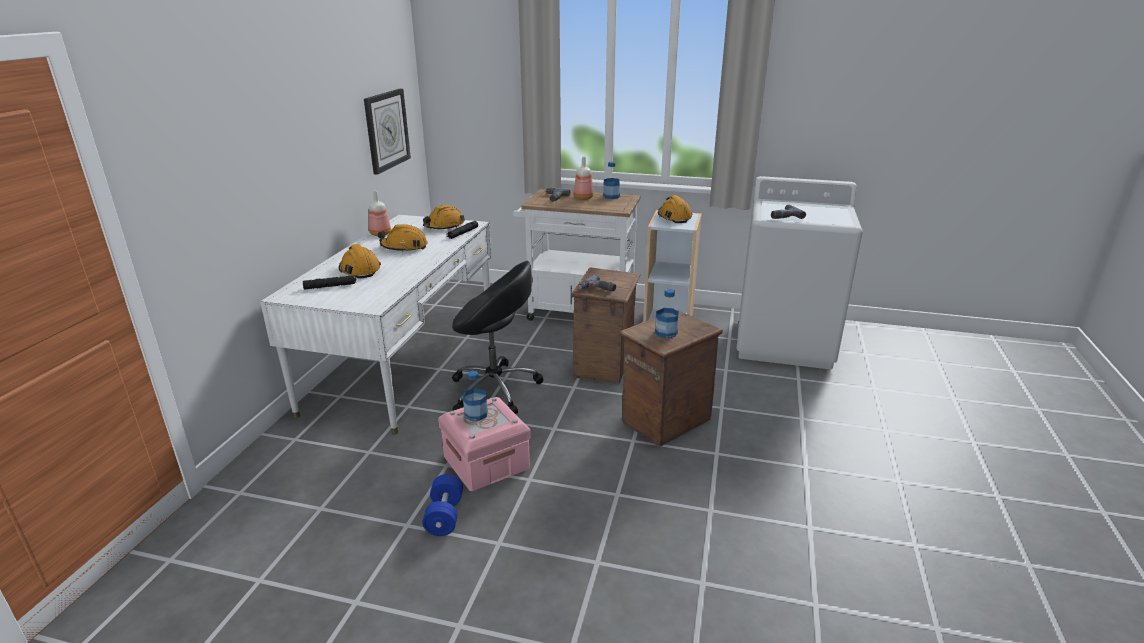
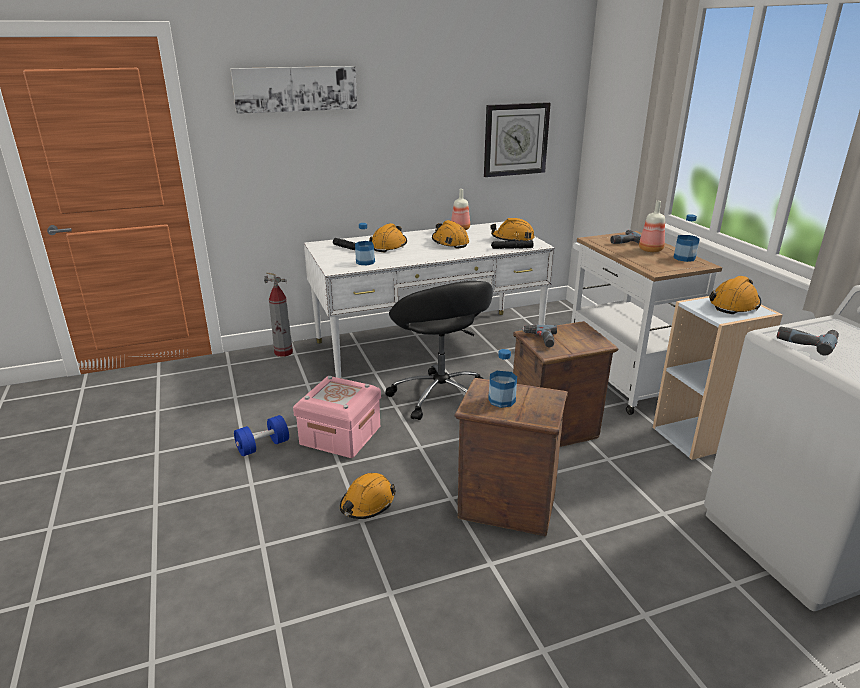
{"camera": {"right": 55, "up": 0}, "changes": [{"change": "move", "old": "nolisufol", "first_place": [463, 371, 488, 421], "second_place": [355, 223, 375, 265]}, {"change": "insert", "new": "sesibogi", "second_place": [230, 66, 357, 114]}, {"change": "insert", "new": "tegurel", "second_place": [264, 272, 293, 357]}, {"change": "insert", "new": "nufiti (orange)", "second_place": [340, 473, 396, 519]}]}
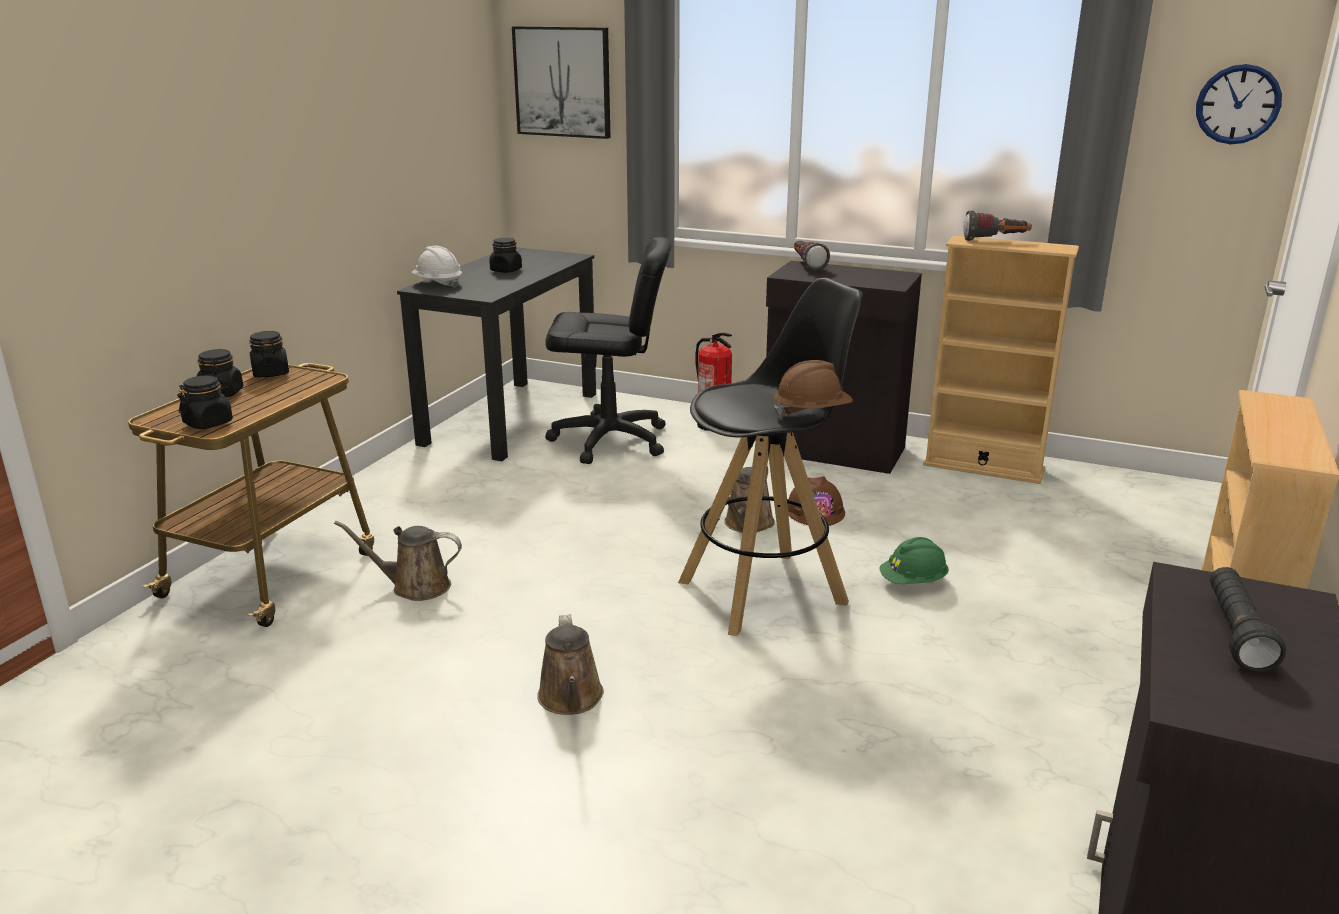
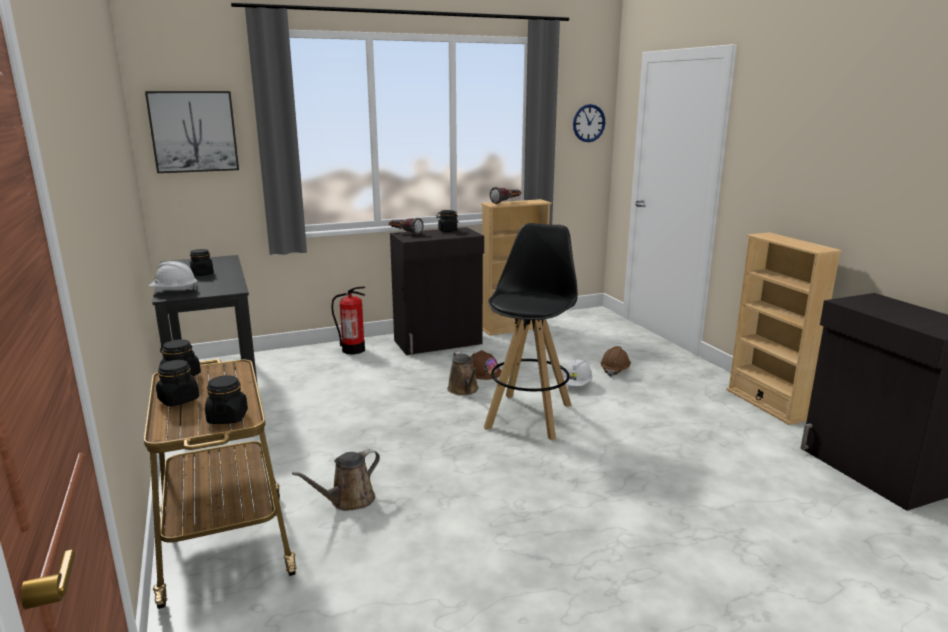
{"camera": {"right": -45, "up": -5}, "changes": [{"change": "delete", "old": "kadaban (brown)", "first_place": [537, 614, 604, 715]}, {"change": "delete", "old": "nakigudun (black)", "first_place": [545, 237, 671, 464]}, {"change": "move", "old": "nufiti (brown)", "first_place": [774, 360, 853, 417], "second_place": [601, 346, 631, 377]}, {"change": "recolor", "old": "nufiti (green)", "new": "nufiti (white)", "first_place": [880, 537, 949, 584], "second_place": [563, 359, 593, 386]}, {"change": "delete", "old": "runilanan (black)", "first_place": [1210, 567, 1286, 672]}, {"change": "insert", "new": "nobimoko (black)", "second_place": [436, 210, 459, 232]}]}
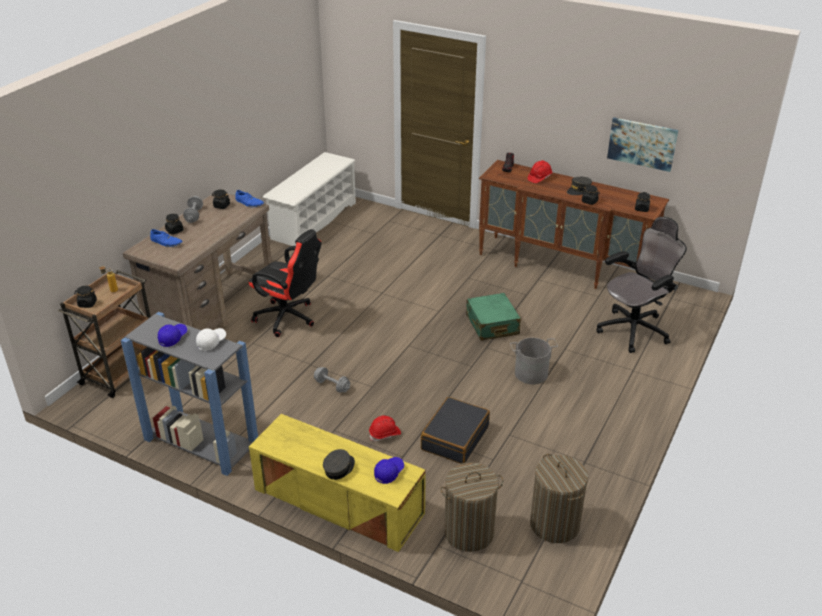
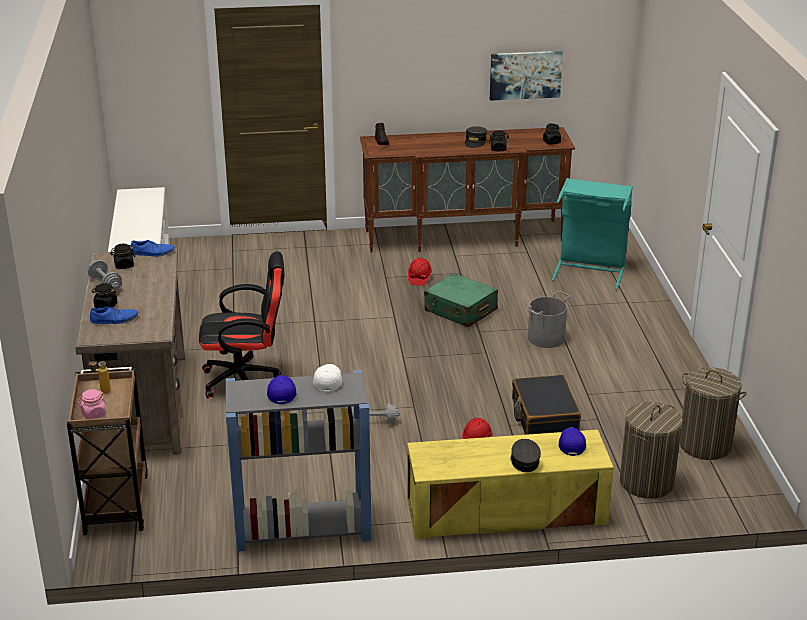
{"camera": {"right": -35, "up": -5}, "changes": [{"change": "recolor", "old": "nobimoko (black)", "new": "nobimoko (pink)", "first_place": [74, 286, 97, 308], "second_place": [78, 389, 107, 419]}, {"change": "move", "old": "nufiti (red)", "first_place": [528, 161, 552, 183], "second_place": [408, 258, 432, 286]}, {"change": "replace", "old": "nakigudun", "new": "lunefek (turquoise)", "first_place": [597, 217, 687, 353], "second_place": [552, 178, 633, 290]}]}
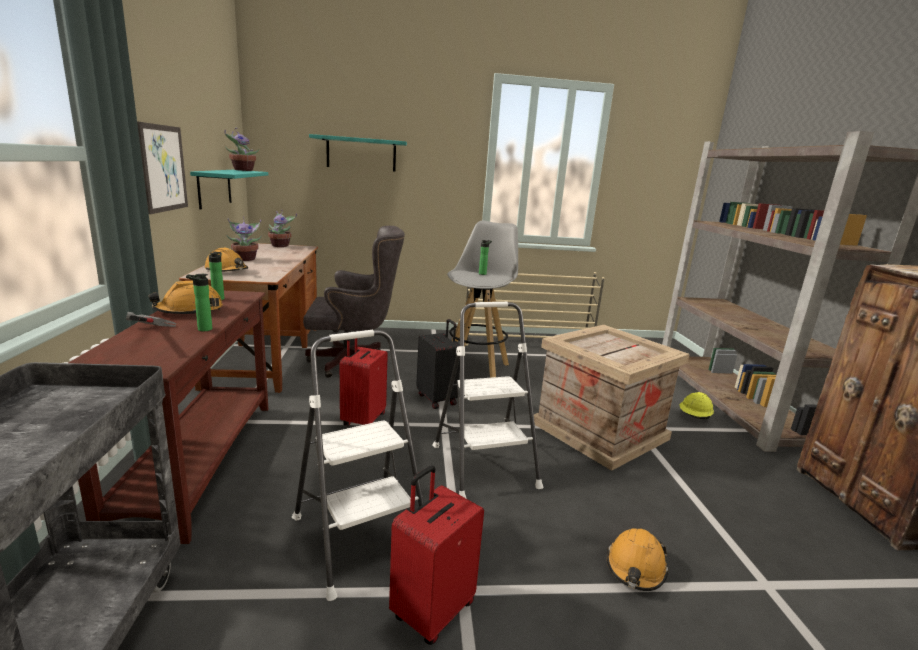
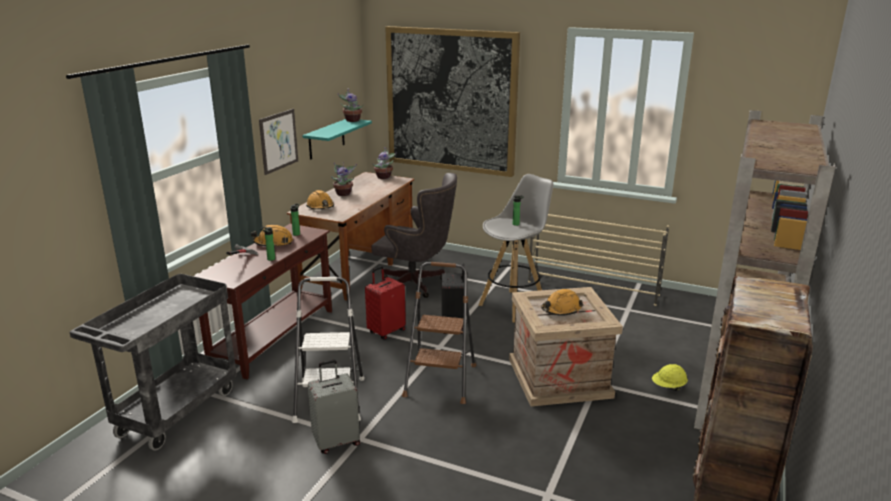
{"camera": {"right": 30, "up": 5}, "changes": [{"change": "replace", "old": "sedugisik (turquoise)", "new": "sesibogi", "first_place": [309, 134, 407, 172], "second_place": [385, 26, 520, 177]}, {"change": "recolor", "old": "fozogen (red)", "new": "fozogen (grey)", "first_place": [389, 465, 484, 645], "second_place": [308, 360, 360, 454]}, {"change": "recolor", "old": "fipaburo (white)", "new": "fipaburo (brown)", "first_place": [432, 302, 544, 499], "second_place": [402, 262, 476, 404]}, {"change": "move", "old": "nufiti (orange)", "first_place": [607, 528, 668, 591], "second_place": [541, 289, 583, 316]}]}
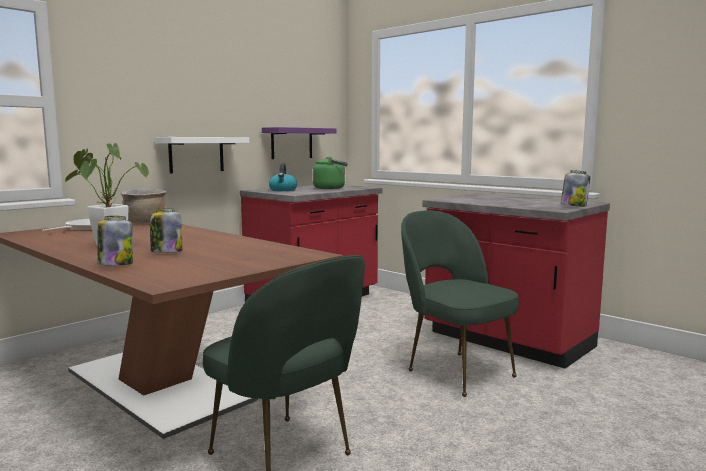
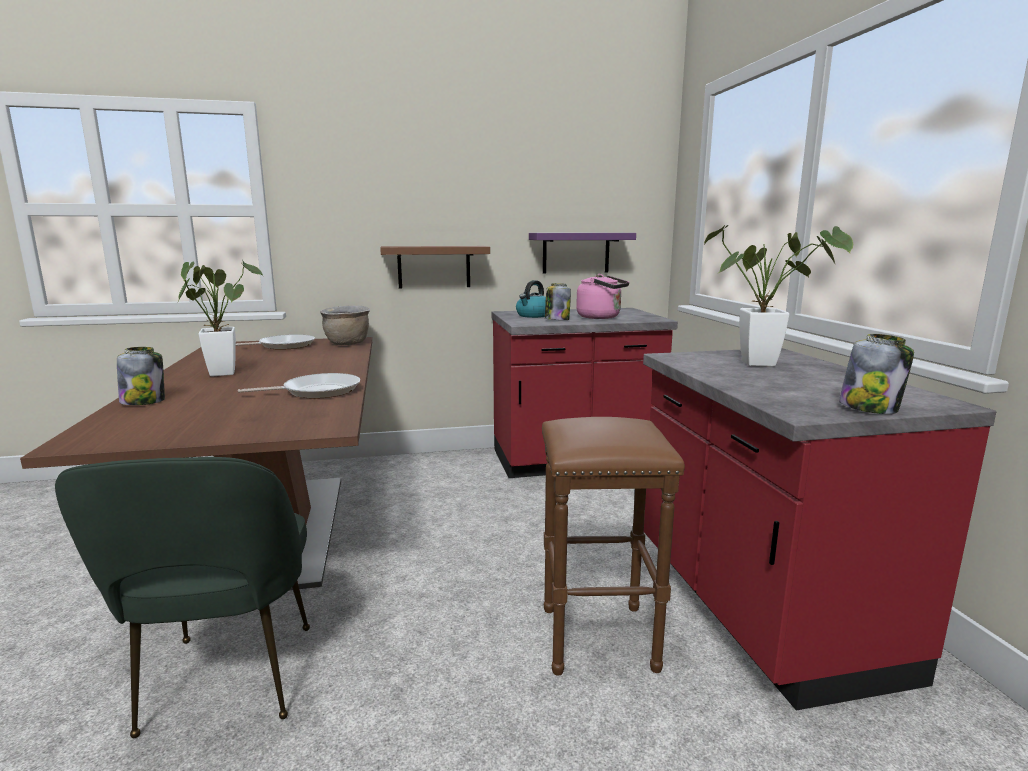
{"camera": {"right": 35, "up": 5}, "changes": [{"change": "move", "old": "nobimoko", "first_place": [150, 209, 182, 253], "second_place": [545, 283, 571, 320]}, {"change": "recolor", "old": "sedugisik (white)", "new": "sedugisik (brown)", "first_place": [155, 137, 249, 173], "second_place": [380, 246, 490, 288]}, {"change": "recolor", "old": "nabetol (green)", "new": "nabetol (pink)", "first_place": [313, 157, 348, 189], "second_place": [576, 274, 629, 319]}, {"change": "replace", "old": "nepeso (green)", "new": "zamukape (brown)", "first_place": [401, 210, 519, 397], "second_place": [542, 417, 685, 676]}, {"change": "insert", "new": "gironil", "second_place": [238, 373, 360, 399]}, {"change": "insert", "new": "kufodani", "second_place": [704, 225, 853, 367]}]}
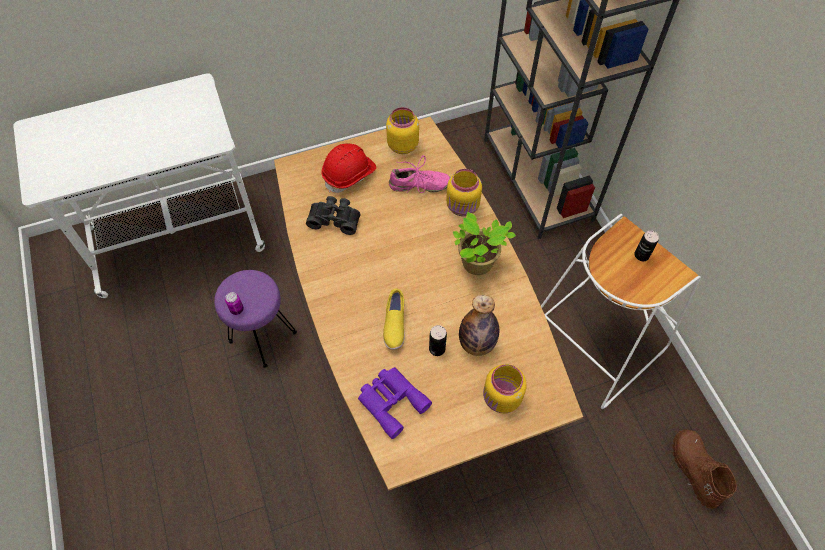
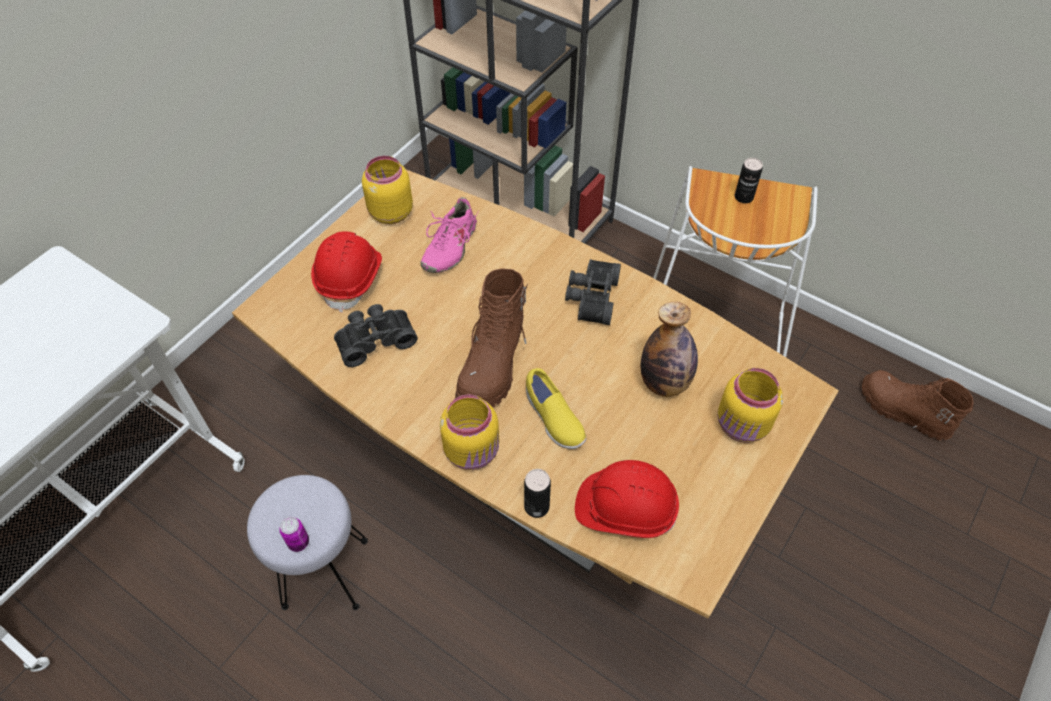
{"camera": {"right": -35, "up": -5}, "changes": [{"change": "recolor", "old": "zamukape (purple)", "new": "zamukape (grey)", "first_place": [214, 270, 297, 368], "second_place": [247, 475, 368, 610]}, {"change": "replace", "old": "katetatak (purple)", "new": "nufiti (red)", "first_place": [358, 367, 432, 439], "second_place": [575, 460, 679, 538]}, {"change": "rotate", "old": "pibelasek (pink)", "first_place": [389, 155, 450, 193], "second_place": [420, 197, 479, 273], "degrees": 150}, {"change": "move", "old": "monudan", "first_place": [429, 325, 447, 356], "second_place": [524, 469, 551, 518]}, {"change": "move", "old": "nobimoko (yellow)", "first_place": [446, 169, 482, 216], "second_place": [440, 394, 499, 470]}, {"change": "replace", "old": "kufodani", "new": "katetatak (black)", "first_place": [453, 212, 516, 275], "second_place": [565, 259, 621, 325]}, {"change": "insert", "new": "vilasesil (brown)", "second_place": [455, 268, 528, 408]}]}
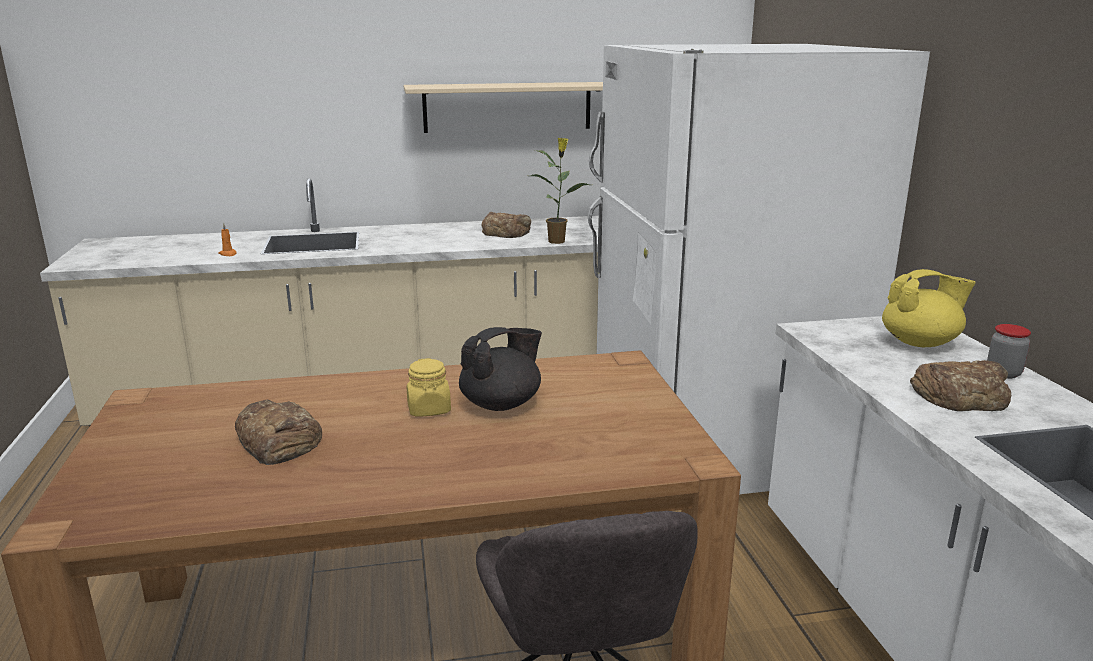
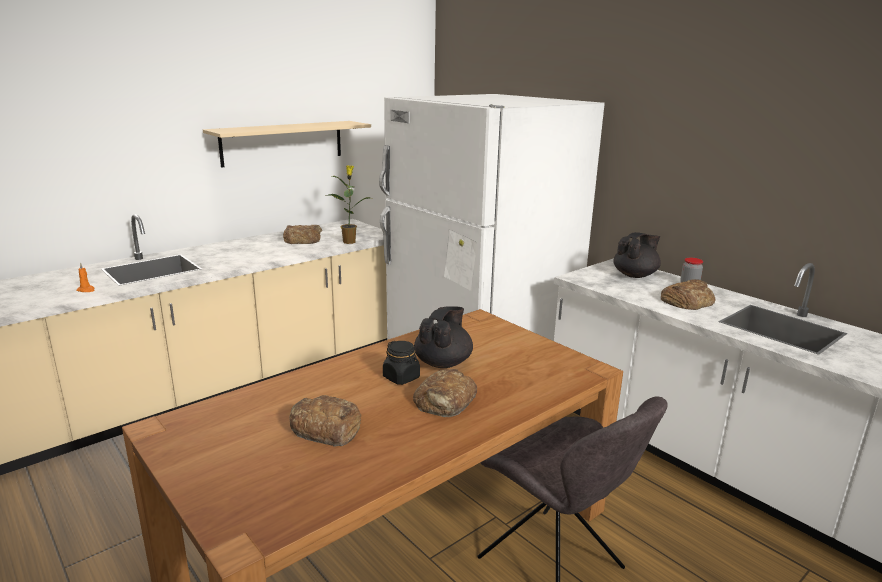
{"camera": {"right": -30, "up": 0}, "changes": [{"change": "recolor", "old": "nobimoko (yellow)", "new": "nobimoko (black)", "first_place": [407, 358, 451, 417], "second_place": [383, 341, 420, 385]}, {"change": "recolor", "old": "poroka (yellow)", "new": "poroka (black)", "first_place": [882, 269, 976, 347], "second_place": [613, 232, 661, 278]}, {"change": "insert", "new": "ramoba", "second_place": [413, 369, 477, 417]}]}
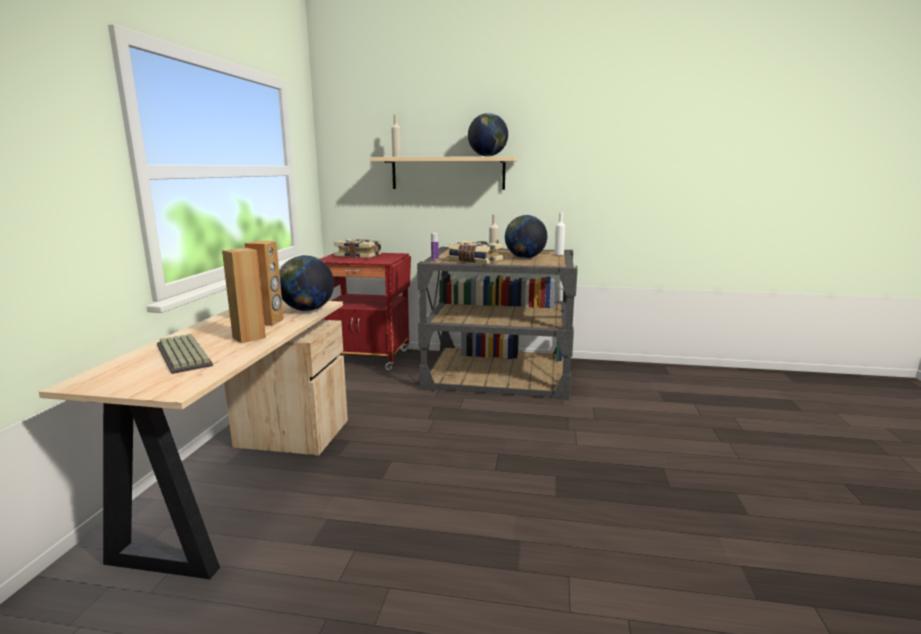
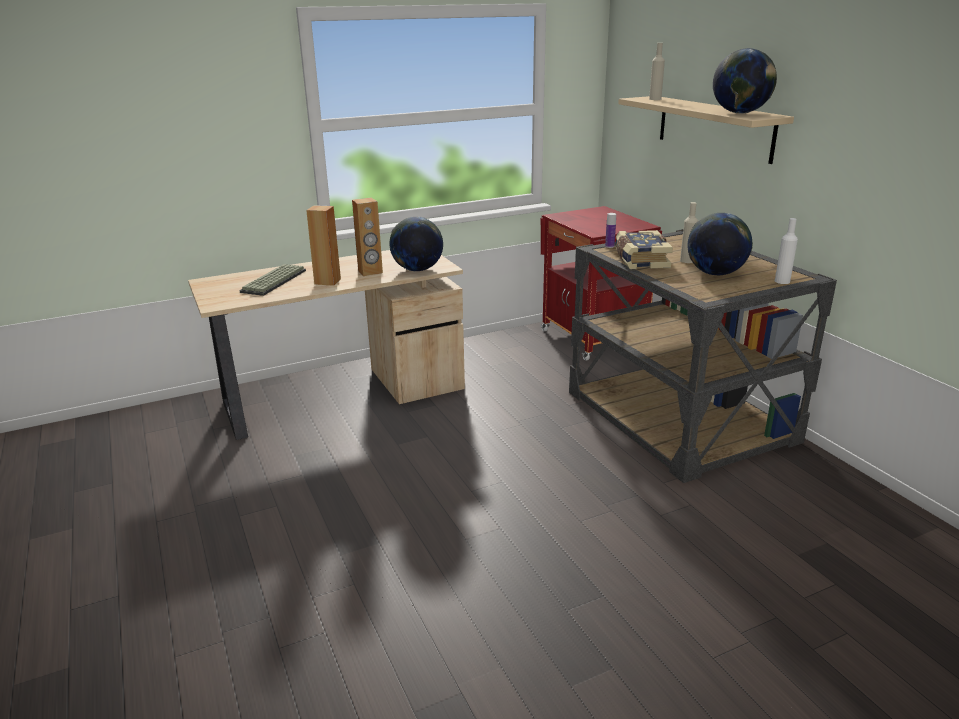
{"camera": {"right": 55, "up": 10}, "changes": [{"change": "delete", "old": "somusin", "first_place": [334, 239, 382, 258]}]}
